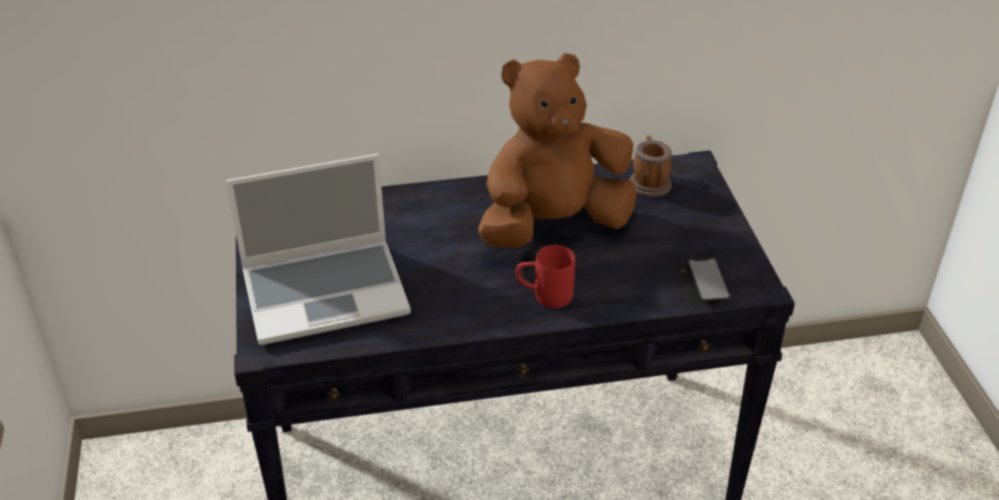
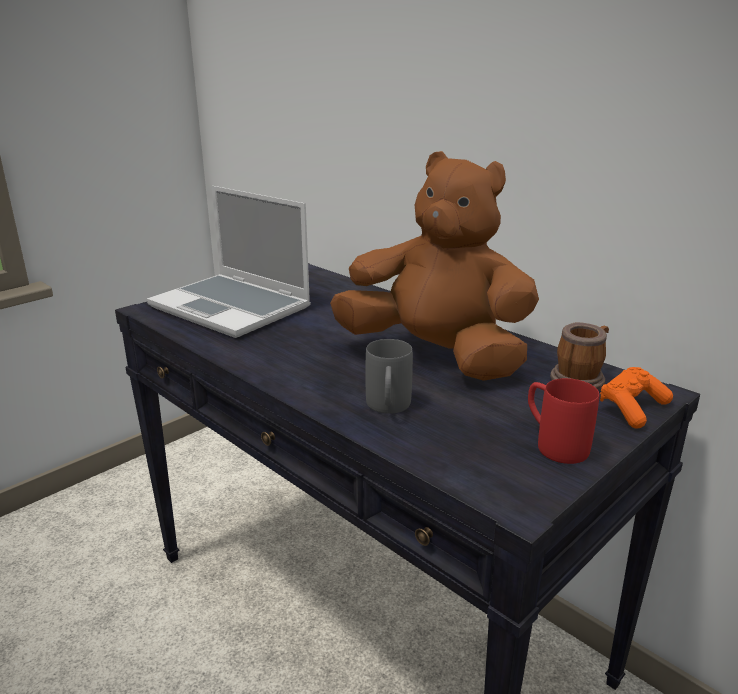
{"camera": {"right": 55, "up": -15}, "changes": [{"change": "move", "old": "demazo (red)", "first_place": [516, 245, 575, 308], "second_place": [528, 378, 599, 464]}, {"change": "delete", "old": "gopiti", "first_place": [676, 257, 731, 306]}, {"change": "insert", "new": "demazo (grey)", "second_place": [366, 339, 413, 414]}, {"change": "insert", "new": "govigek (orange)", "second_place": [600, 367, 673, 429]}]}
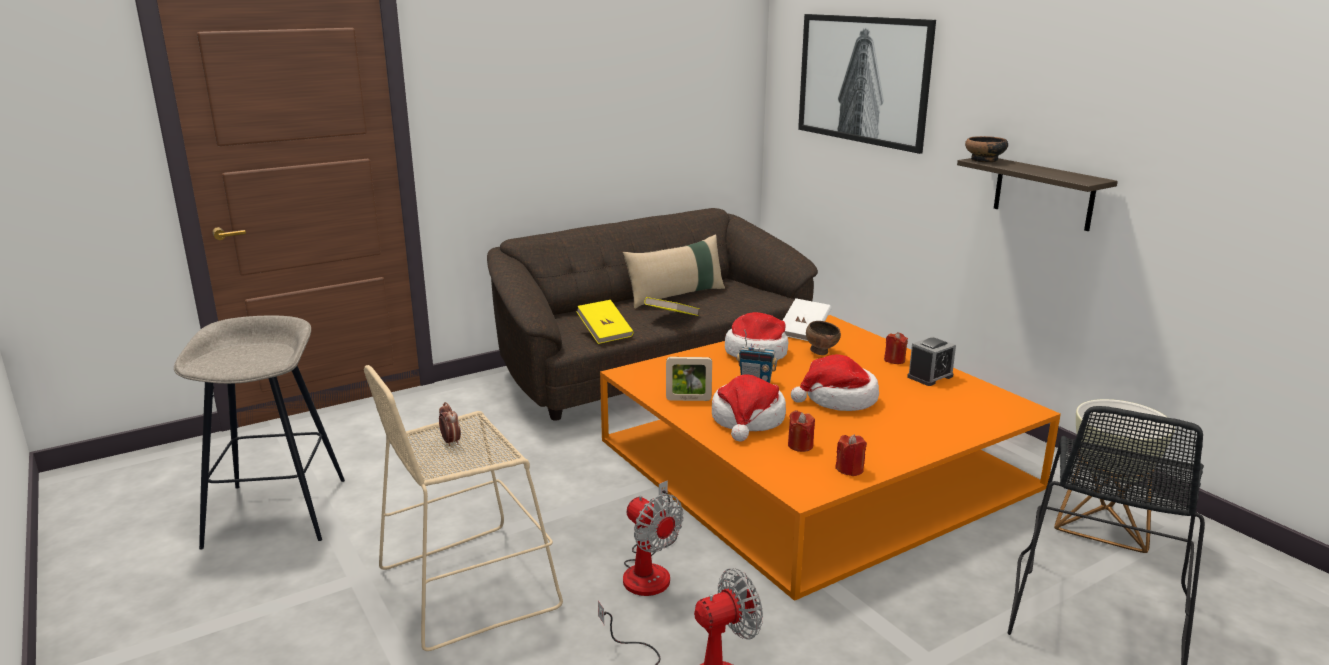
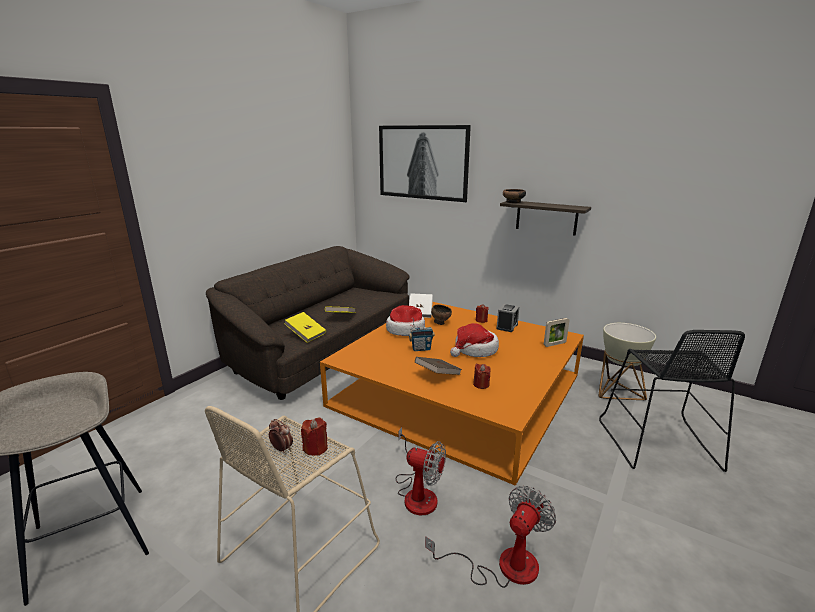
{"camera": {"right": -25, "up": 0}, "changes": [{"change": "delete", "old": "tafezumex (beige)", "first_place": [623, 235, 725, 309]}, {"change": "move", "old": "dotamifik", "first_place": [666, 357, 712, 401], "second_place": [544, 318, 569, 347]}, {"change": "replace", "old": "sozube", "new": "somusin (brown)", "first_place": [712, 375, 786, 442], "second_place": [415, 357, 462, 375]}, {"change": "move", "old": "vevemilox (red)", "first_place": [835, 434, 867, 476], "second_place": [301, 417, 328, 456]}]}
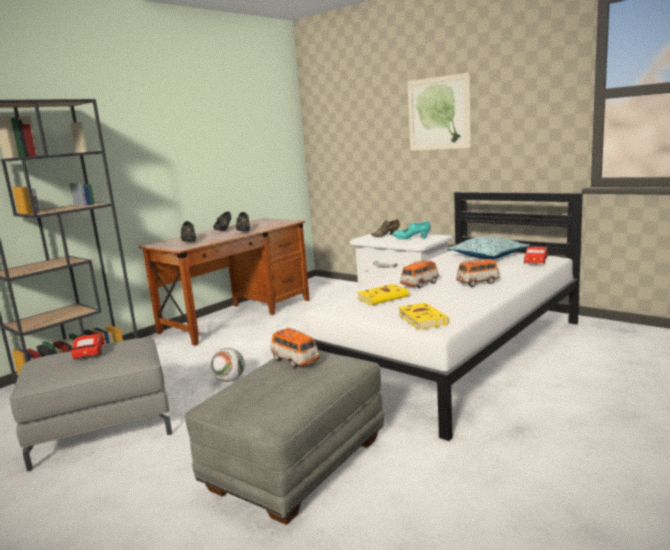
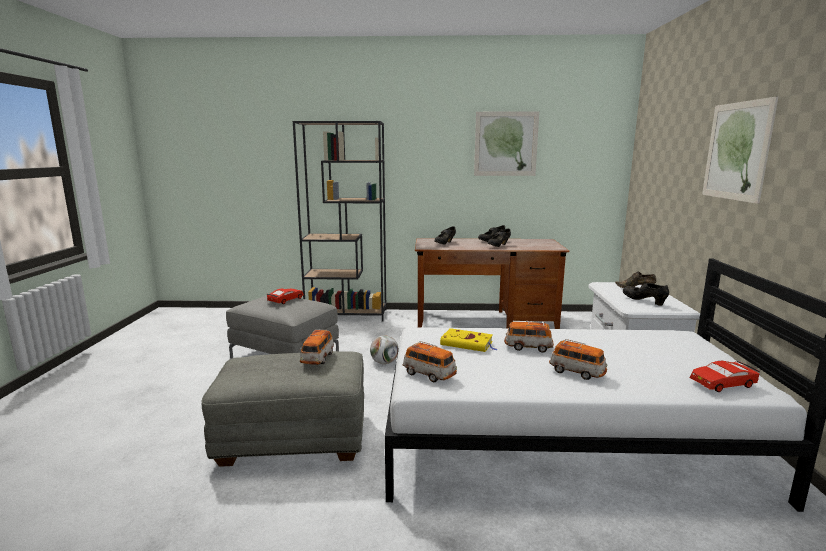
{"camera": {"right": 50, "up": 0}, "changes": [{"change": "recolor", "old": "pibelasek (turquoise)", "new": "pibelasek (black)", "first_place": [393, 221, 431, 240], "second_place": [623, 283, 669, 306]}, {"change": "replace", "old": "somusin (yellow)", "new": "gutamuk", "first_place": [398, 303, 450, 330], "second_place": [403, 341, 457, 382]}, {"change": "delete", "old": "tafezumex", "first_place": [447, 237, 530, 259]}, {"change": "insert", "new": "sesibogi", "second_place": [474, 111, 539, 176]}]}
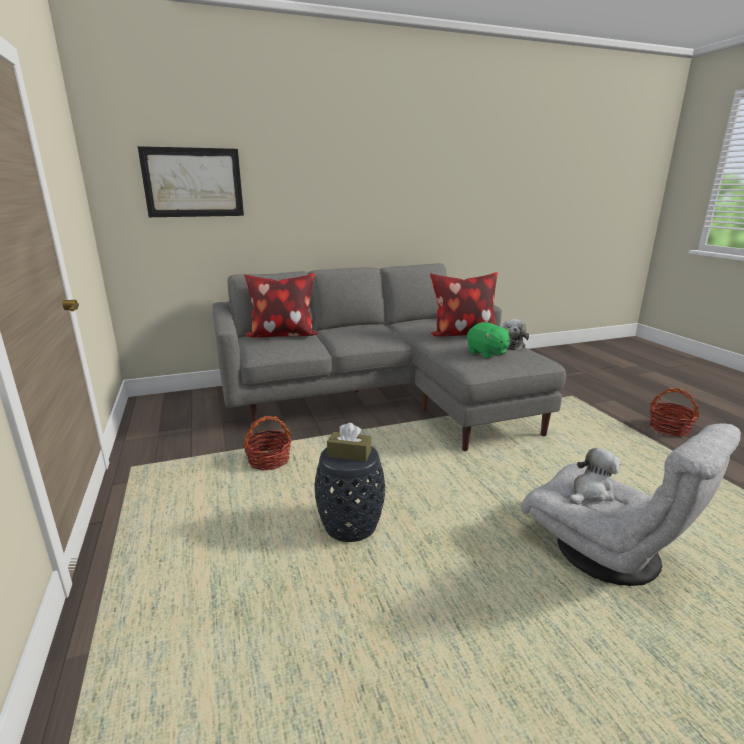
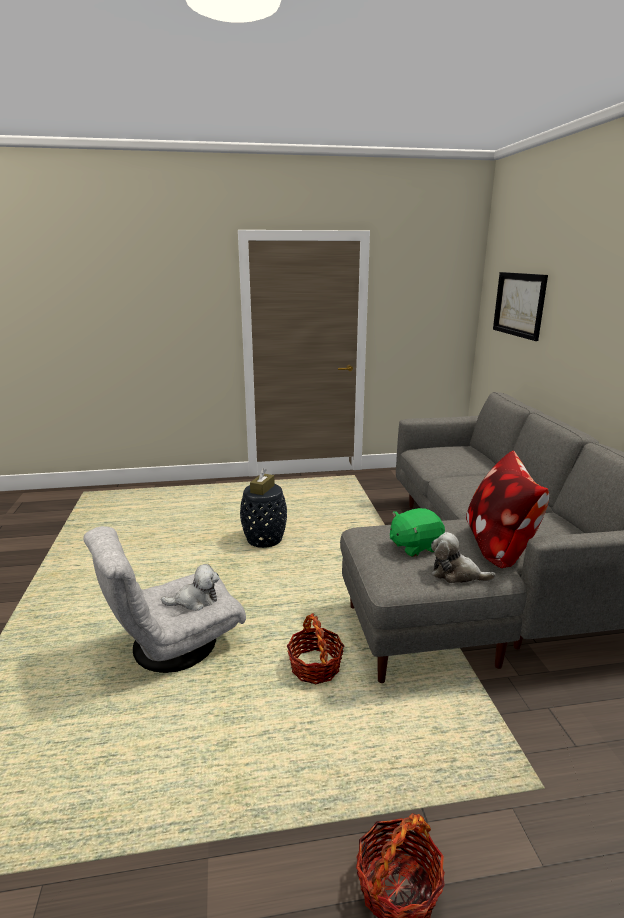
{"camera": {"right": 100, "up": 0}, "changes": [{"change": "move", "old": "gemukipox", "first_place": [243, 416, 291, 471], "second_place": [287, 613, 344, 684]}, {"change": "delete", "old": "tafezumex", "first_place": [244, 273, 318, 338]}, {"change": "rotate", "old": "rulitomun", "first_place": [569, 448, 621, 505], "second_place": [161, 564, 219, 611], "degrees": -75}]}
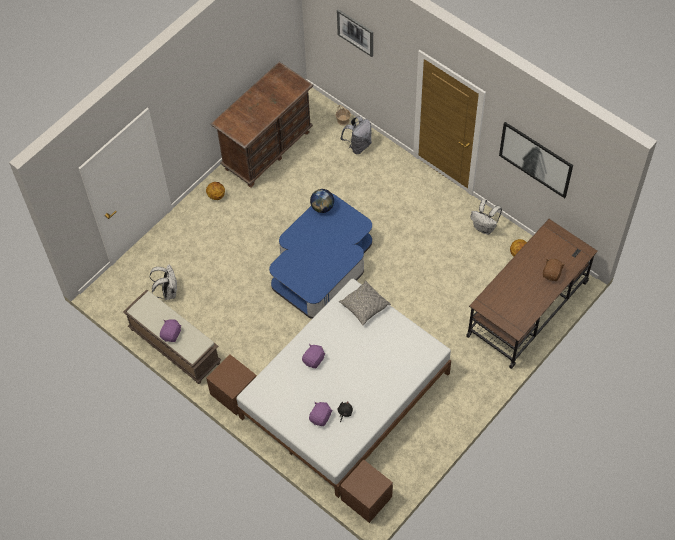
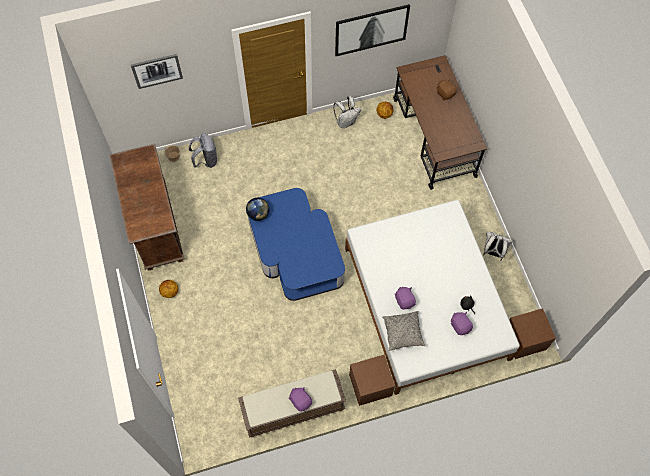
{"camera": {"right": -60, "up": 5}, "changes": [{"change": "move", "old": "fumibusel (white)", "first_place": [150, 264, 177, 300], "second_place": [483, 231, 513, 261]}, {"change": "move", "old": "tafezumex (grey)", "first_place": [339, 281, 391, 326], "second_place": [382, 311, 425, 351]}]}
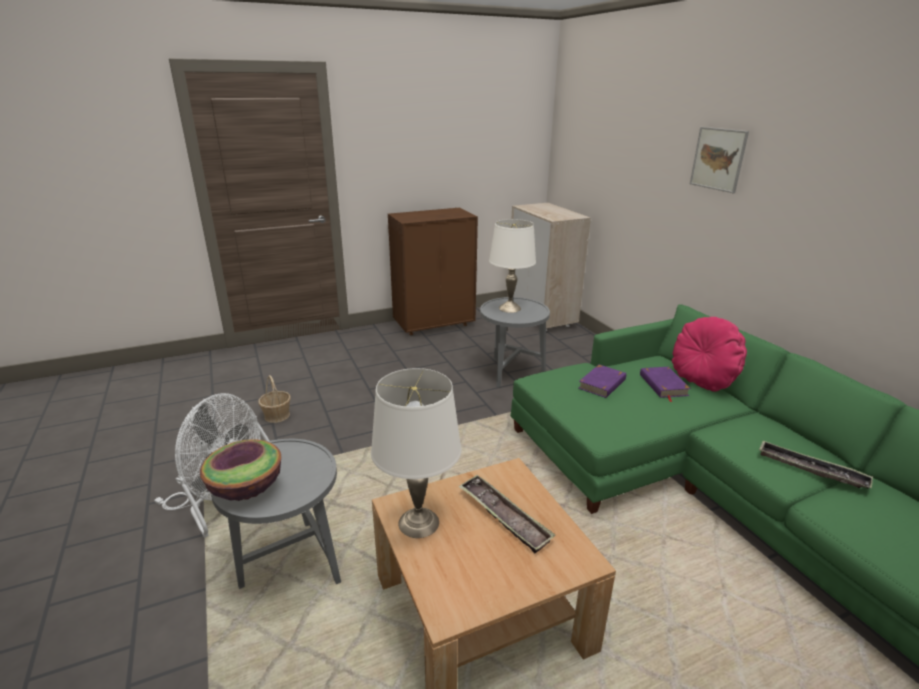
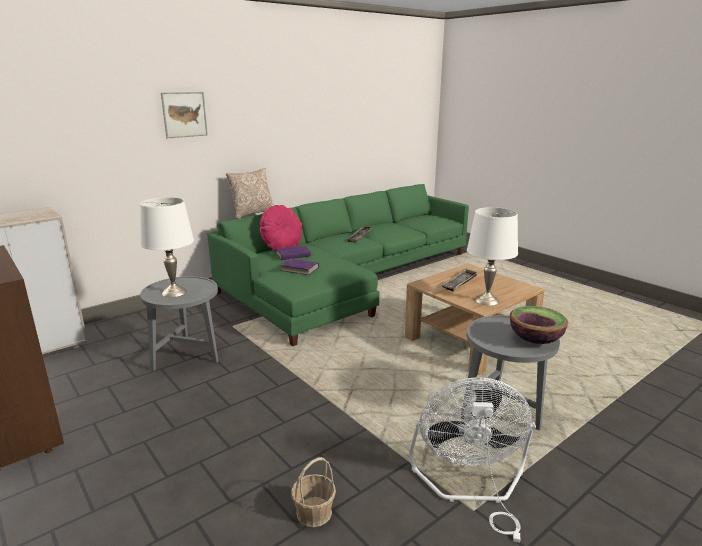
{"camera": {"right": -105, "up": -5}, "changes": [{"change": "insert", "new": "tafezumex", "second_place": [226, 168, 274, 219]}]}
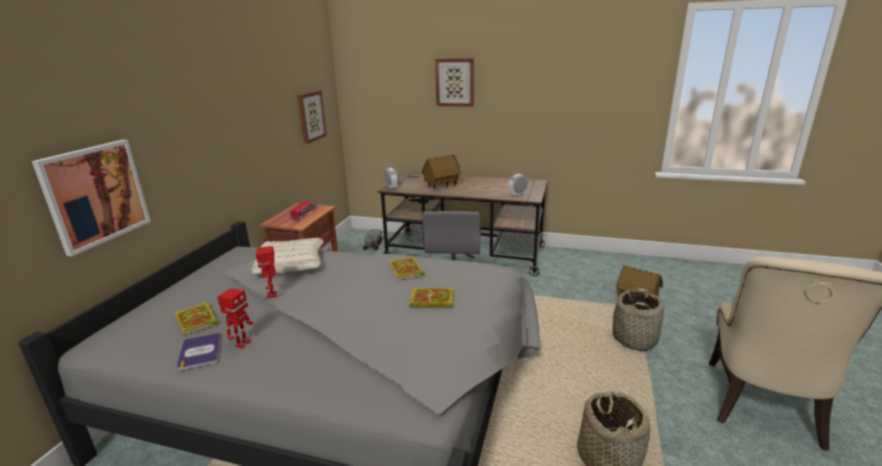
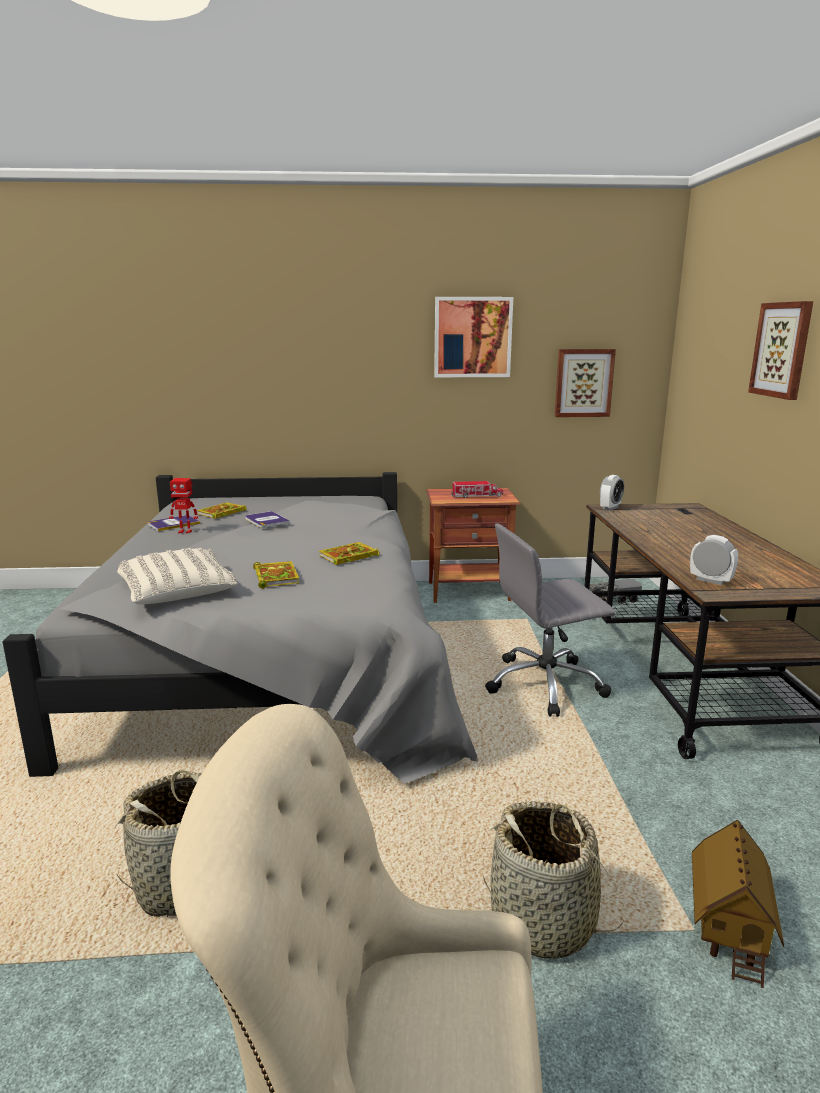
{"camera": {"right": 70, "up": -5}, "changes": [{"change": "move", "old": "sesibogi", "first_place": [32, 140, 151, 256], "second_place": [434, 297, 513, 377]}, {"change": "move", "old": "tafezumex (beige)", "first_place": [251, 237, 324, 275], "second_place": [117, 548, 237, 604]}, {"change": "replace", "old": "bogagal", "new": "somusin", "first_place": [256, 246, 277, 298], "second_place": [245, 511, 290, 528]}, {"change": "delete", "old": "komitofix", "first_place": [422, 155, 461, 189]}]}
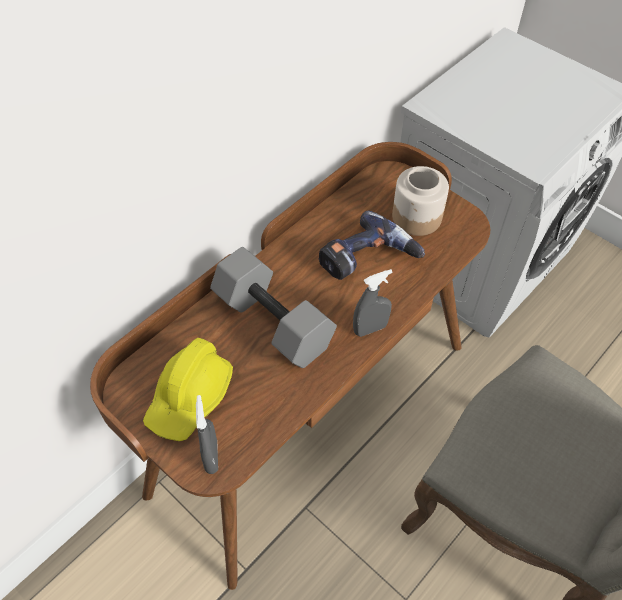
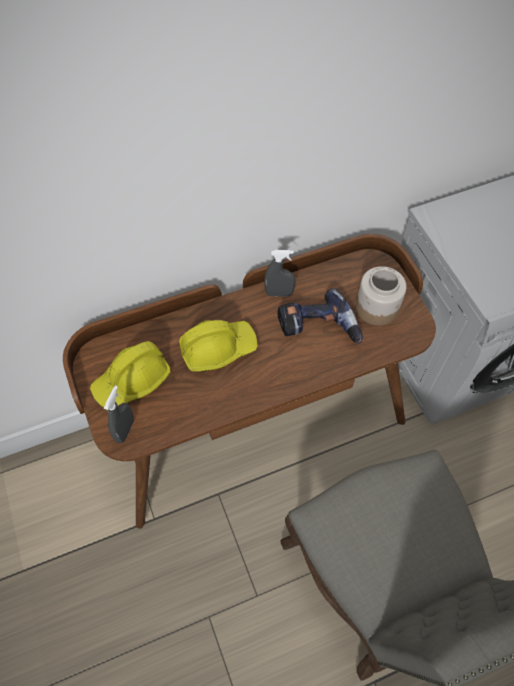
{"camera": {"right": 25, "up": 5}, "changes": [{"change": "replace", "old": "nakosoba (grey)", "new": "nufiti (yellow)", "first_place": [210, 247, 337, 368], "second_place": [179, 320, 258, 372]}, {"change": "move", "old": "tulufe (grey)", "first_place": [353, 269, 392, 337], "second_place": [264, 250, 296, 297]}]}
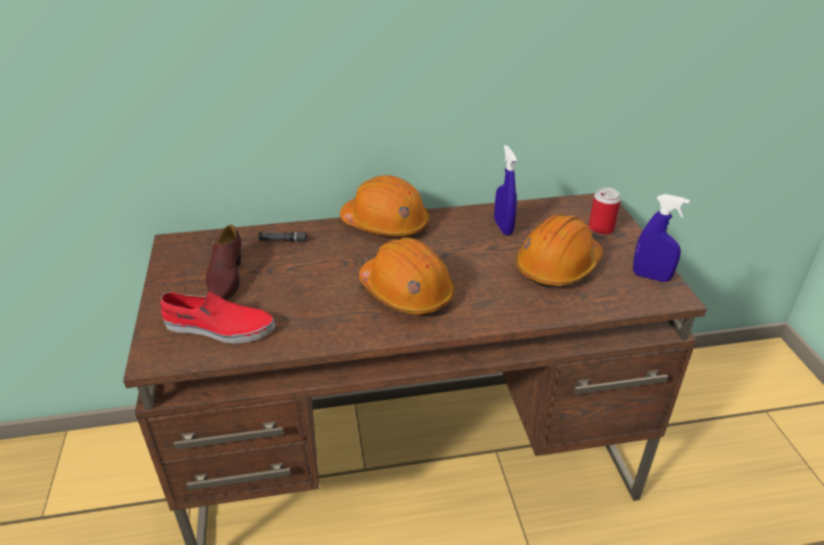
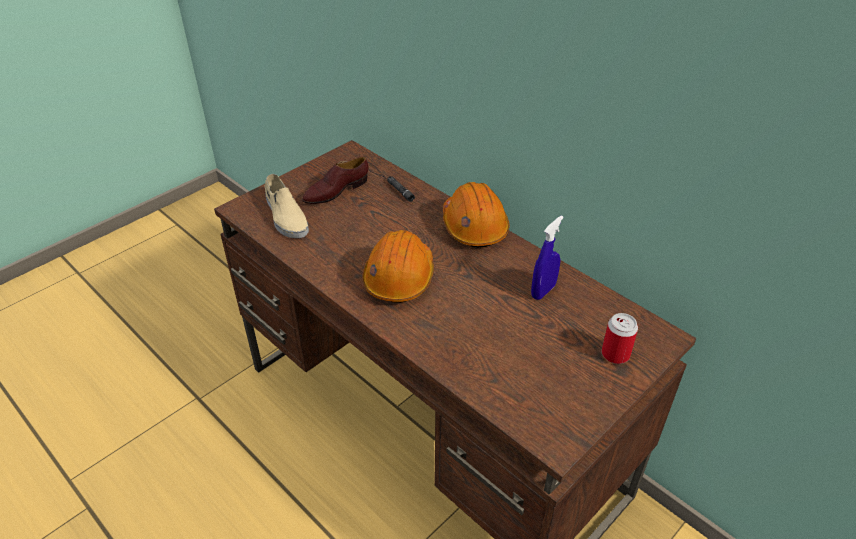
{"camera": {"right": 55, "up": 5}, "changes": [{"change": "recolor", "old": "pibelasek (red)", "new": "pibelasek (beige)", "first_place": [160, 291, 275, 343], "second_place": [265, 174, 309, 238]}, {"change": "delete", "old": "nufiti (orange)", "first_place": [516, 214, 603, 288]}, {"change": "delete", "old": "tulufe (blue)", "first_place": [633, 194, 690, 282]}]}
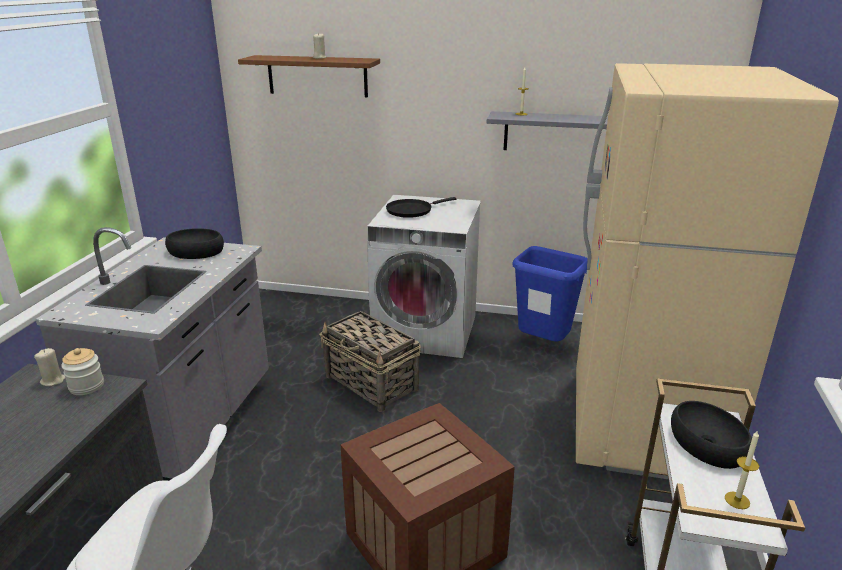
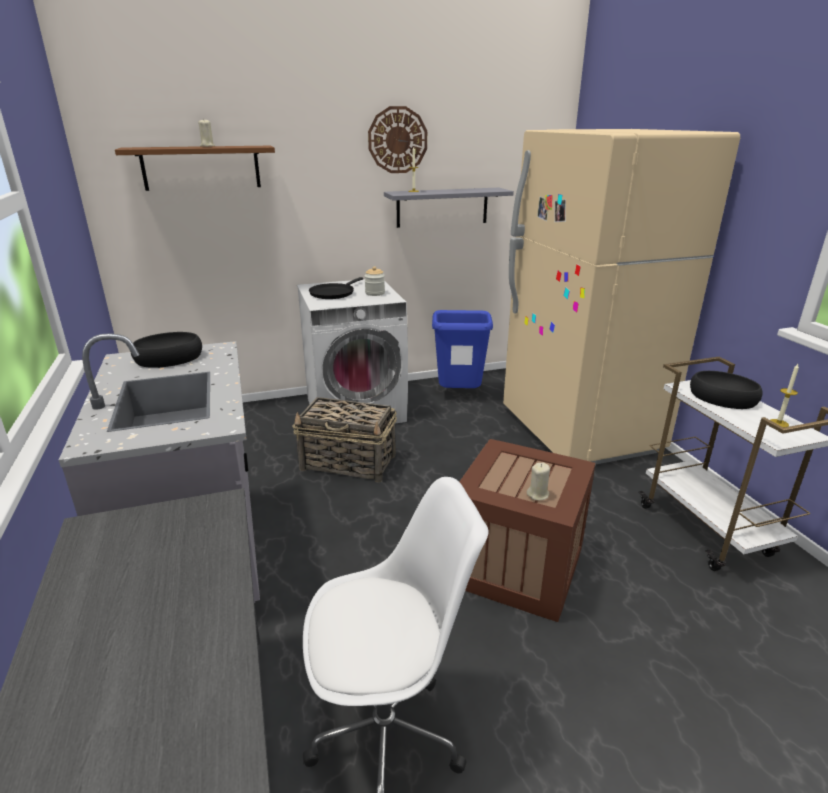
{"camera": {"right": -30, "up": 0}, "changes": [{"change": "move", "old": "vevemilox (beige)", "first_place": [34, 348, 66, 386], "second_place": [527, 463, 550, 500]}, {"change": "move", "old": "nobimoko", "first_place": [61, 348, 104, 395], "second_place": [365, 266, 385, 296]}, {"change": "insert", "new": "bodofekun", "second_place": [368, 106, 427, 173]}]}
